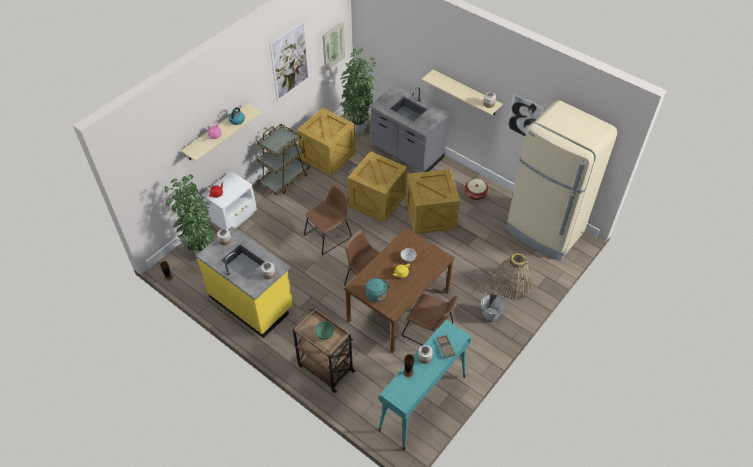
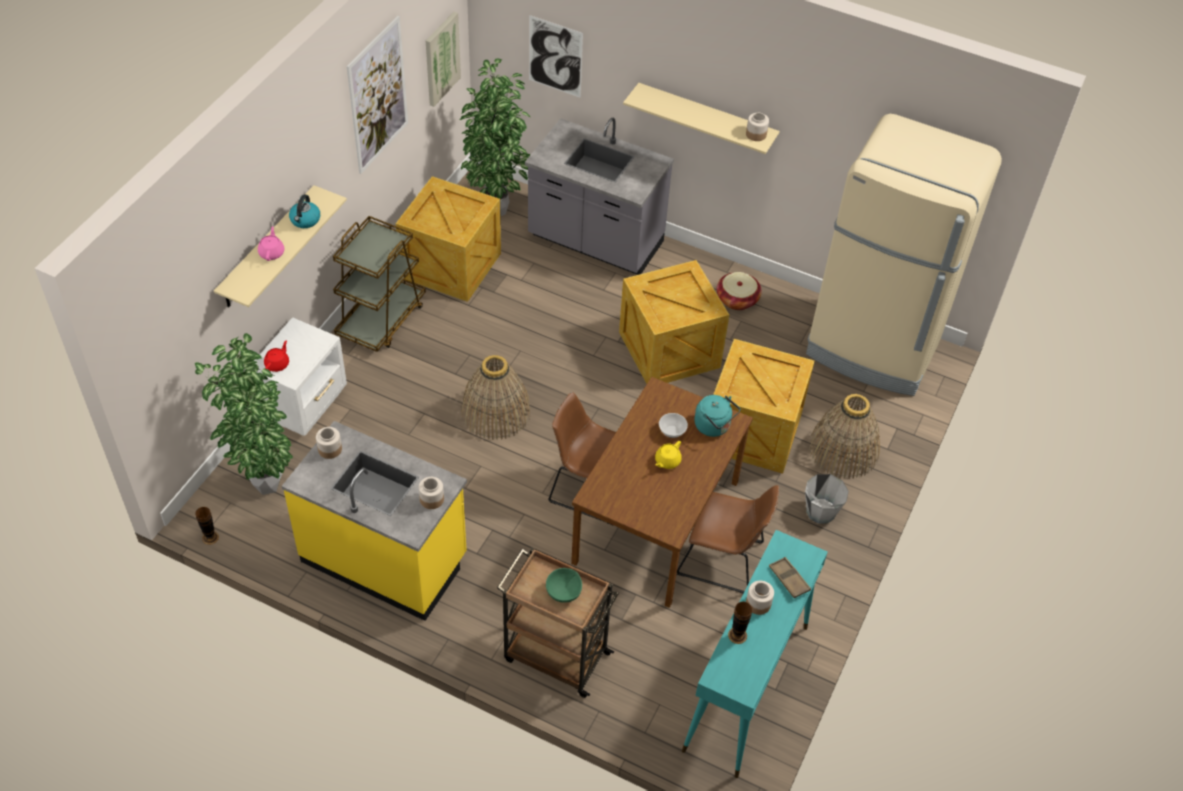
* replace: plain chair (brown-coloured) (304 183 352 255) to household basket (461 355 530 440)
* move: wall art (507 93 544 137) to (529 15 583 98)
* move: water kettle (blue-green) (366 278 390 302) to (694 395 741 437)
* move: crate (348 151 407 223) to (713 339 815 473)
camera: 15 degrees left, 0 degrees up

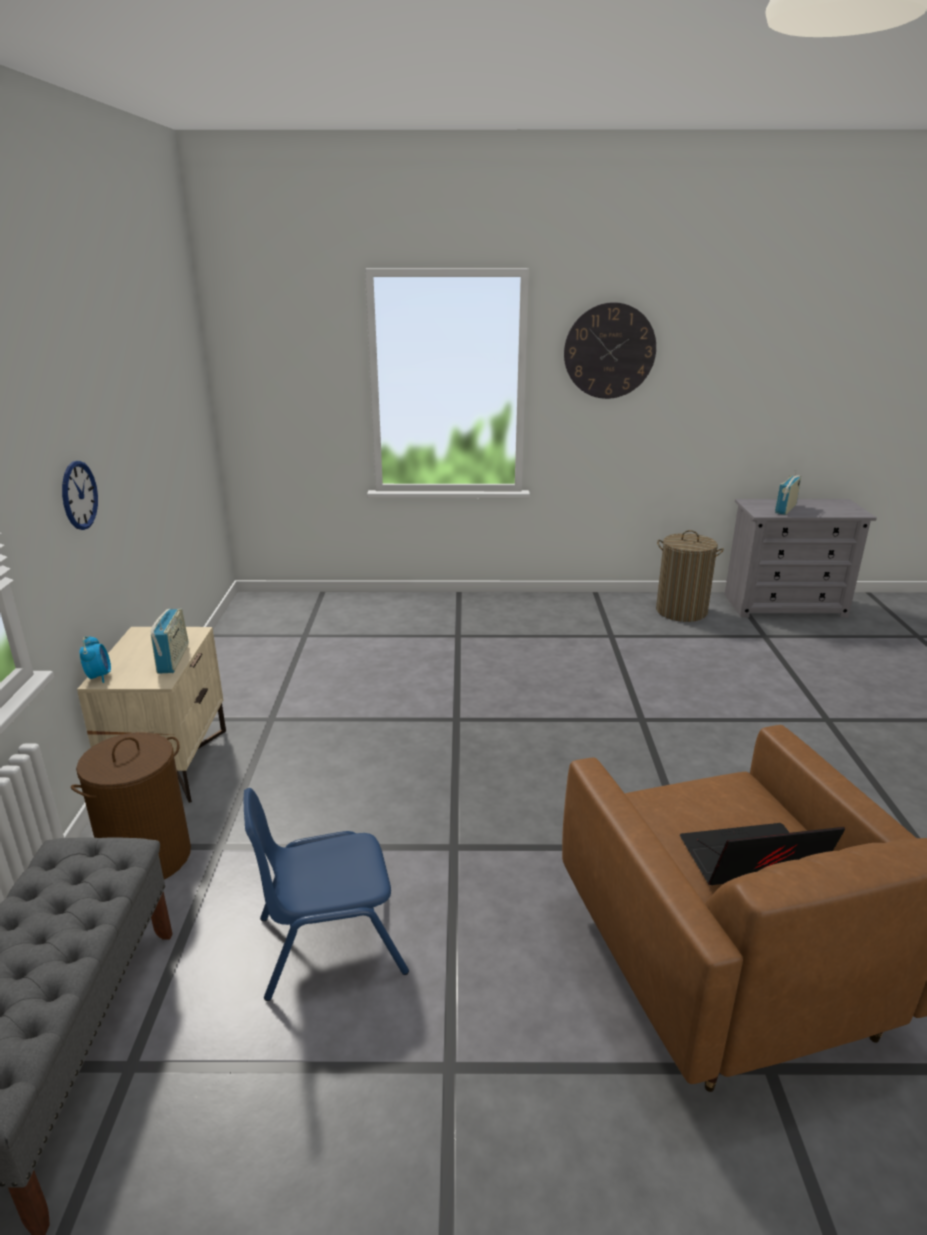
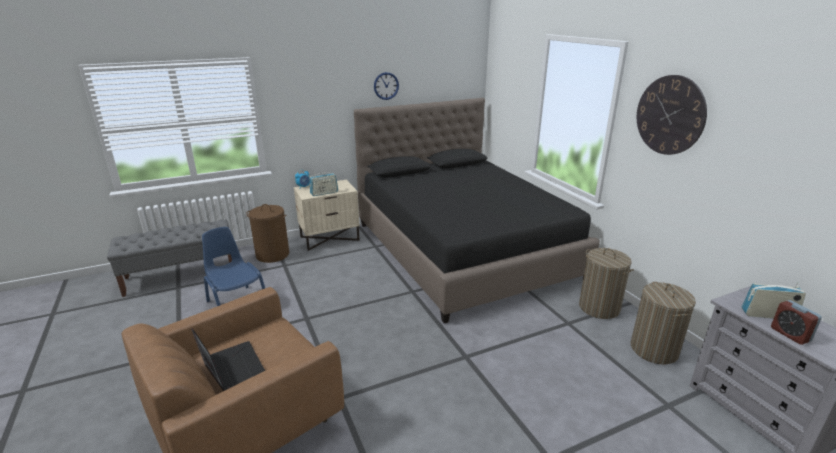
* insert: bedroom bed (blackish) (354 98 600 323)
* move: hanging clock (62 461 98 530) to (374 72 399 100)
* insert: laundry basket (579 248 634 319)
* insert: bedside clock (771 300 822 345)
camera: 65 degrees right, 0 degrees up

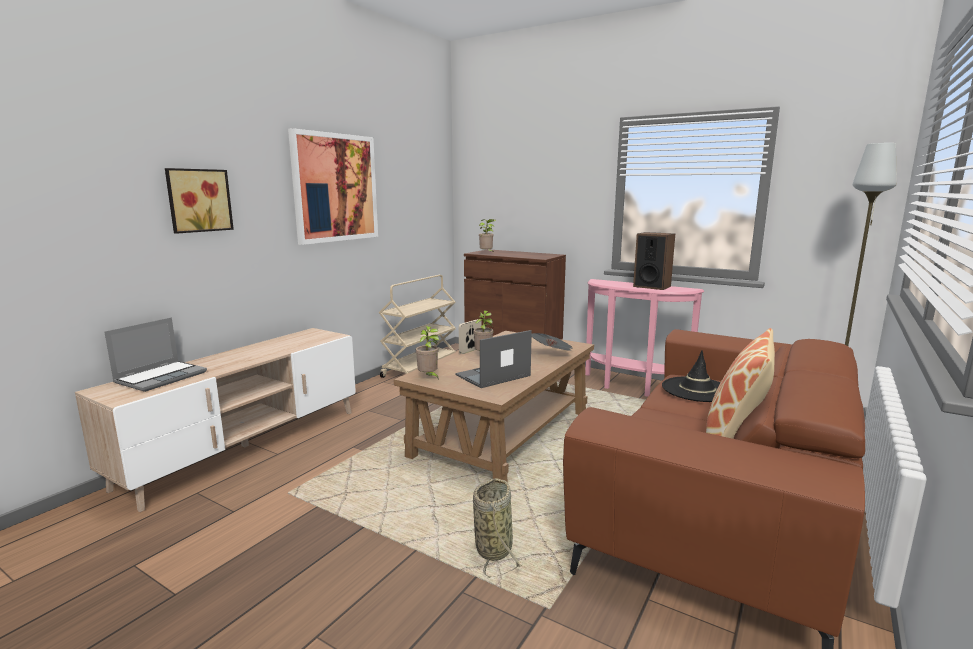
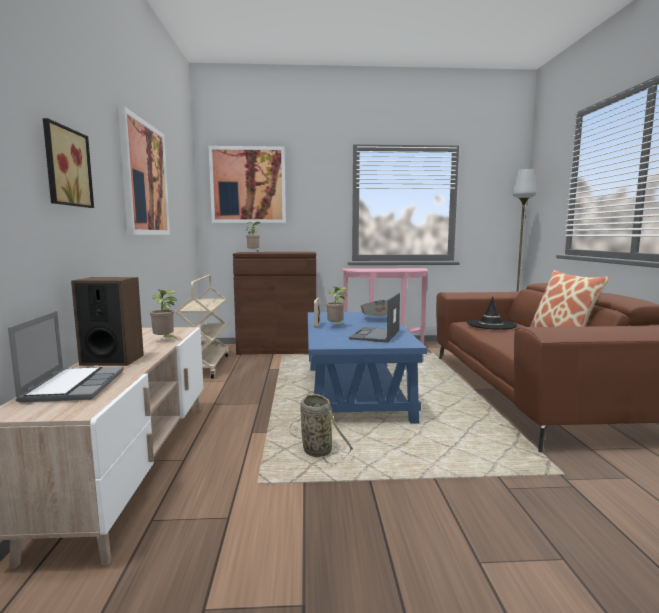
* move: speaker (633 232 675 290) to (71 277 144 366)
* move: plant in a pot (416 326 439 380) to (150 290 178 340)
* insert: wall art (209 146 286 223)
* move: household basket (473 478 522 578) to (289 394 353 464)
* recolor: lounge table (brown-coloured) (394 331 594 483) to lounge table (blue-coloured) (308 312 427 424)
camera: 35 degrees left, 5 degrees down

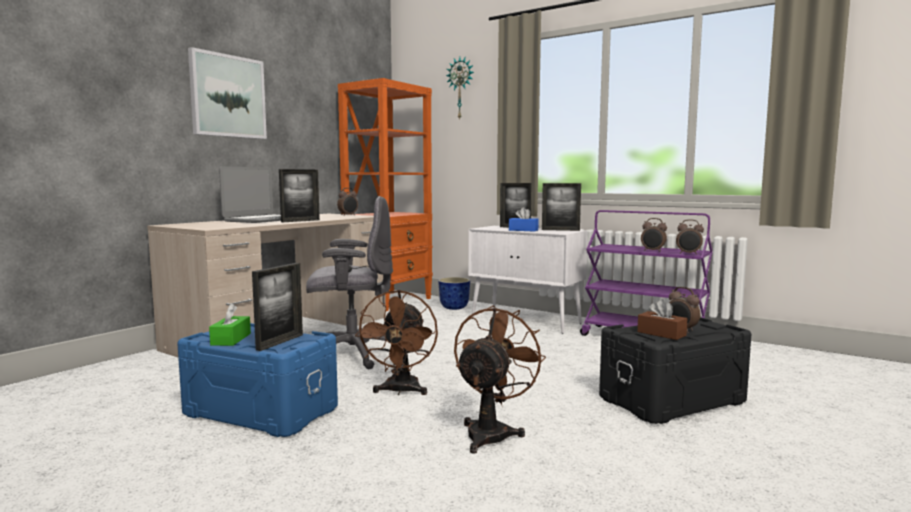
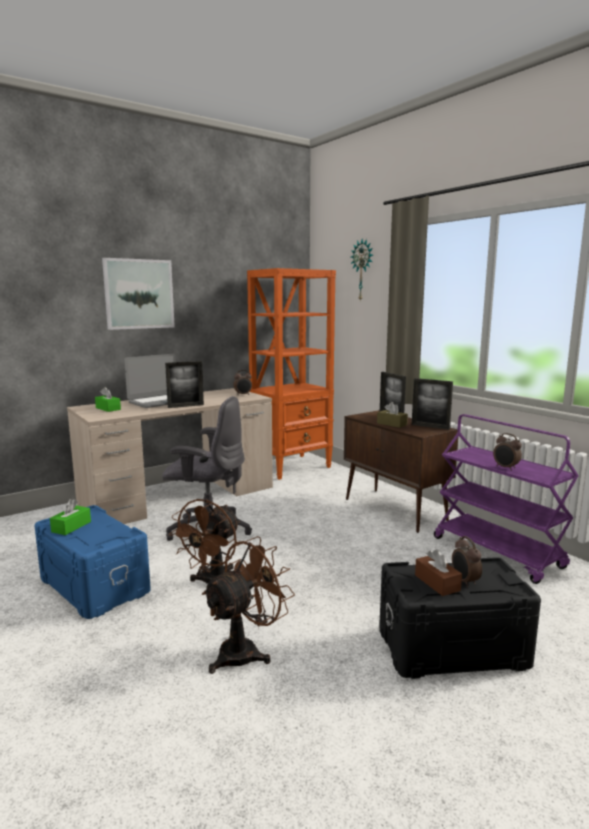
* insert: tissue box (greenish) (95 387 121 412)
* recolor: storage cabinet (white-coloured) (468 226 588 334) to storage cabinet (brown-coloured) (344 410 458 533)
* recolor: tissue box (blue-coloured) (509 207 539 232) to tissue box (brown-coloured) (377 402 408 428)
* delete: picture frame (252 263 303 351)
* delete: planter (438 277 470 310)
* delete: bedside clock (676 220 704 255)
camera: 20 degrees right, 5 degrees up

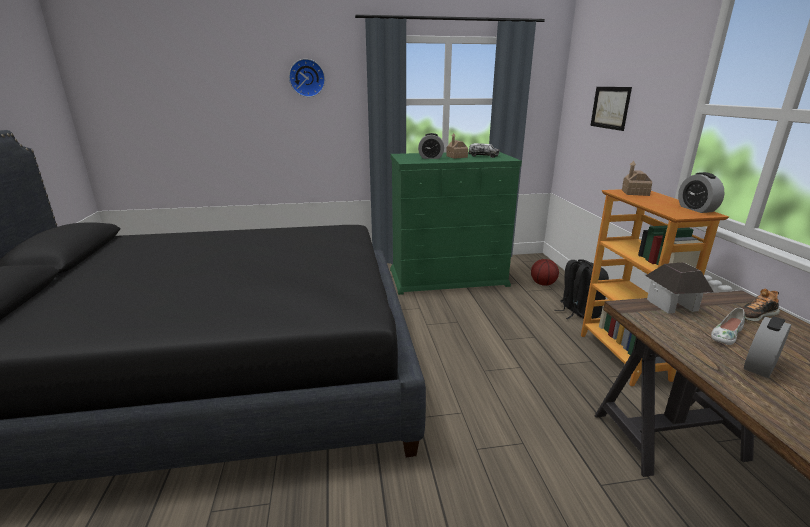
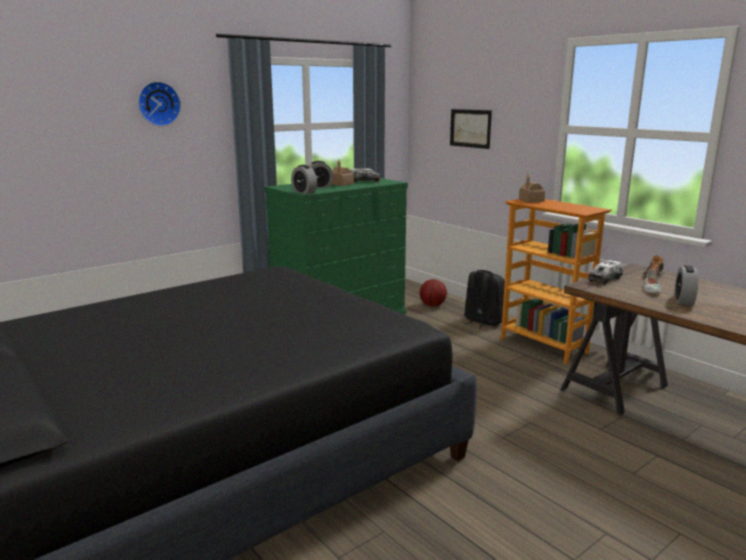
* move: bedside clock (678 172 725 213) to (291 165 317 194)
* replace: miniature house (645 262 714 314) to toy truck (588 260 623 285)
camera: 30 degrees left, 5 degrees down

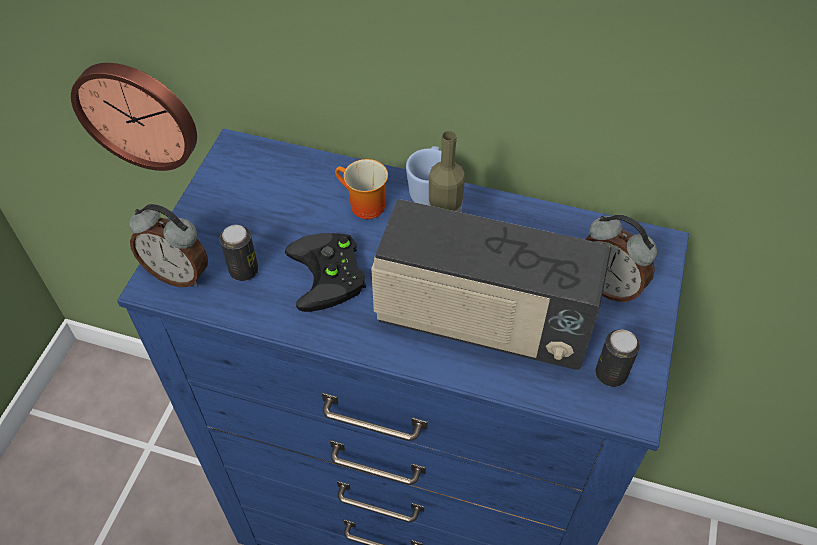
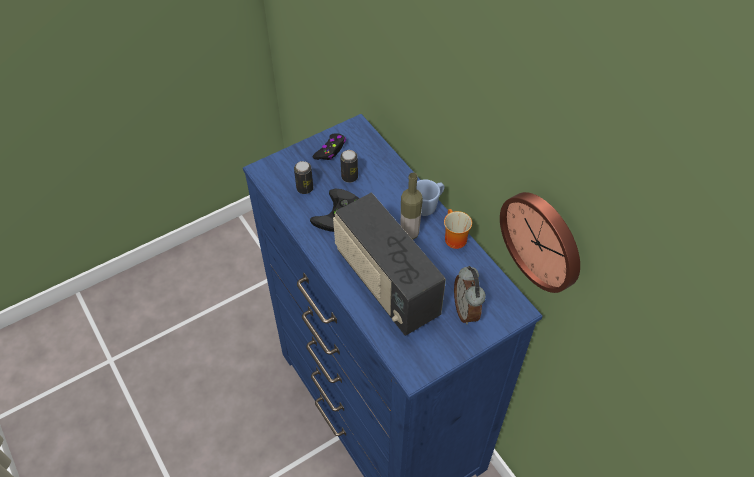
* insert: game controller (blackish) (313 133 346 160)
* move: sealed can (595 329 640 387) to (340 150 358 183)
* move: mug (335 159 388 219) to (444 209 472 249)
* move: hanging clock (71 63 197 171) to (500 192 580 293)
* delete: bedside clock (129 204 208 287)
camera: 40 degrees right, 0 degrees up

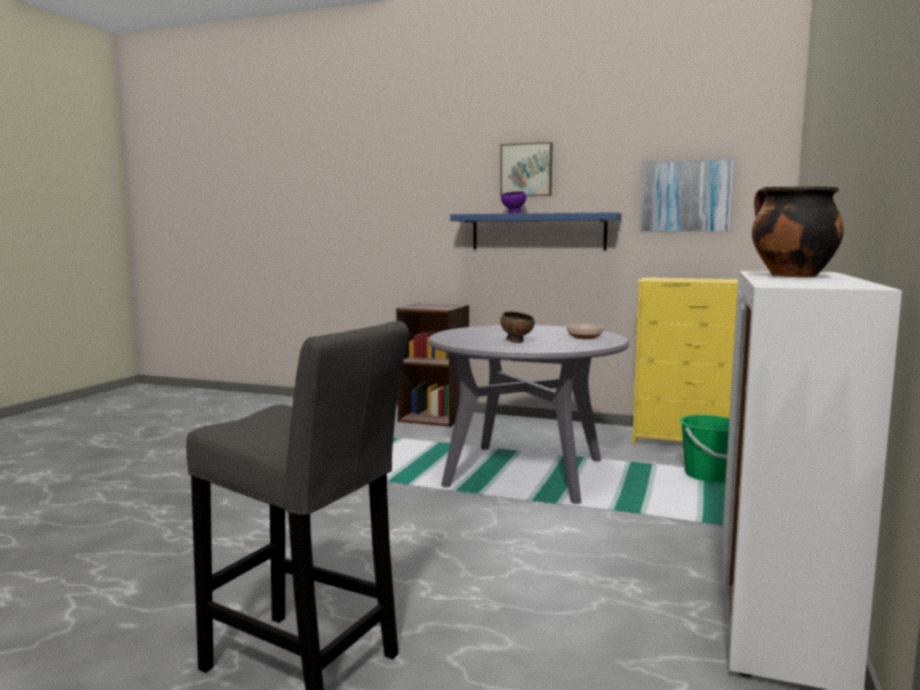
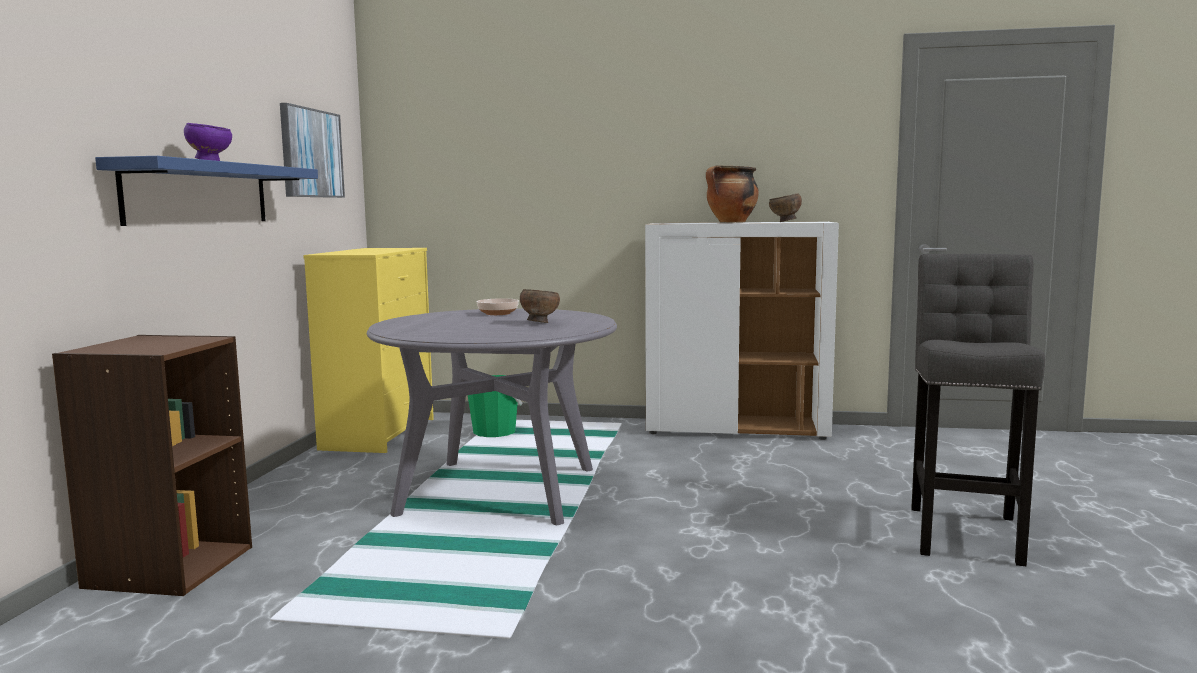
* insert: serving bowl (brown-coloured) (769 193 802 222)
* delete: wall art (500 142 553 197)
camera: 100 degrees left, 0 degrees up

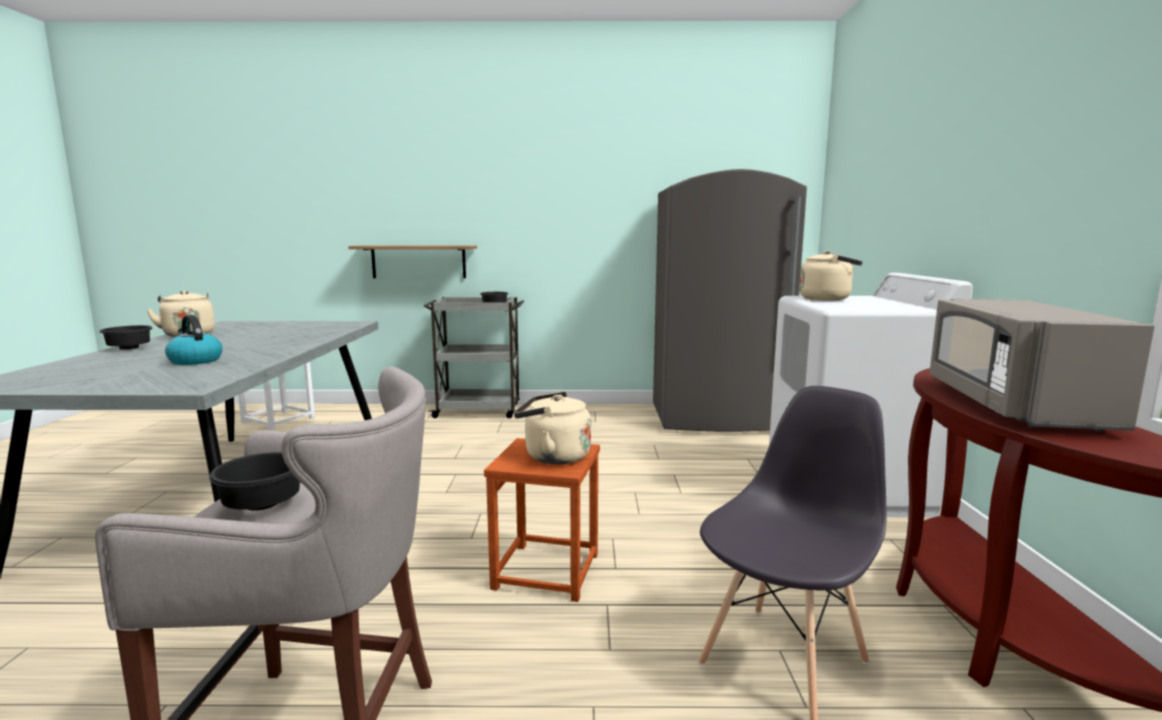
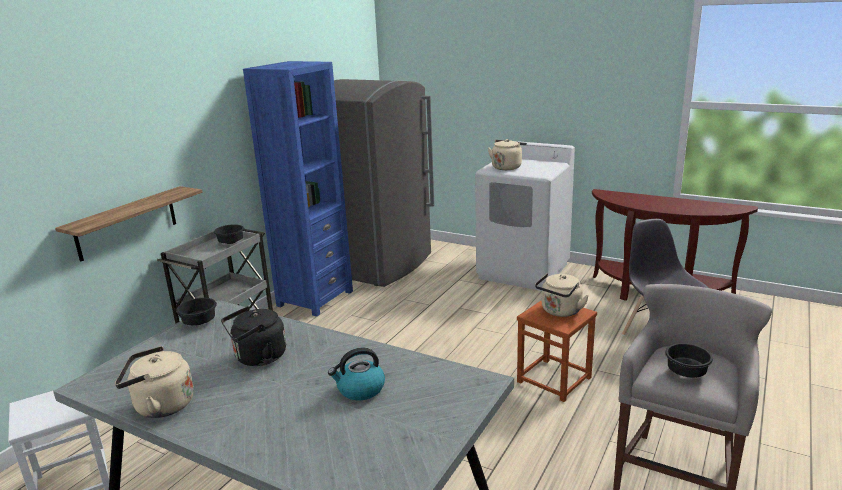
* move: serving bowl (blackish) (100 325 152 350) to (176 298 217 325)
* insert: water kettle (blackish) (221 306 286 366)
* insert: shelving unit (blue-coloured) (243 61 353 317)
* delete: kitchen microwave (gray) (930 299 1155 432)
camera: 60 degrees left, 10 degrees up

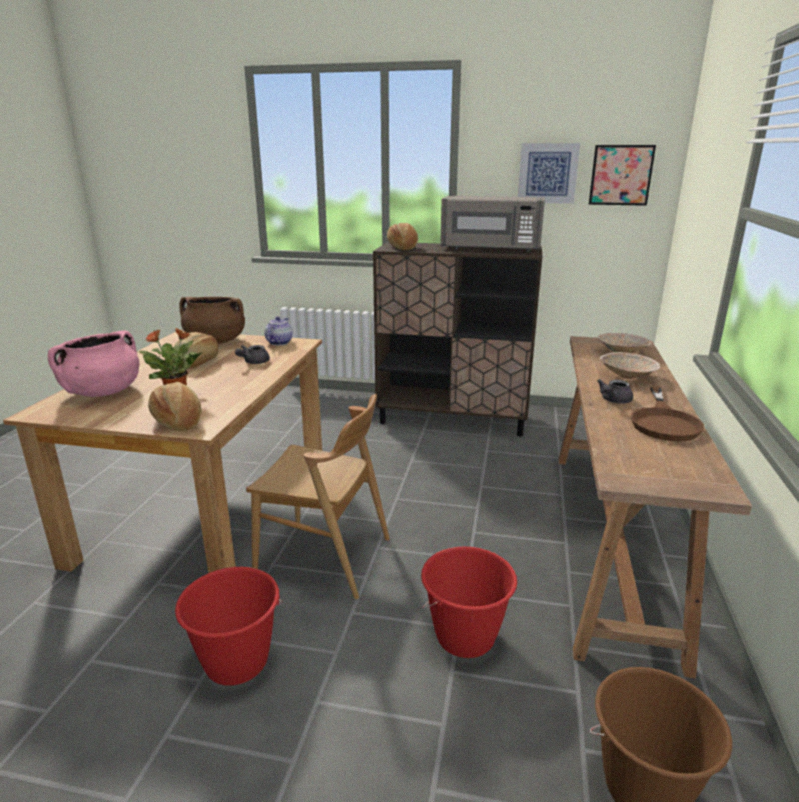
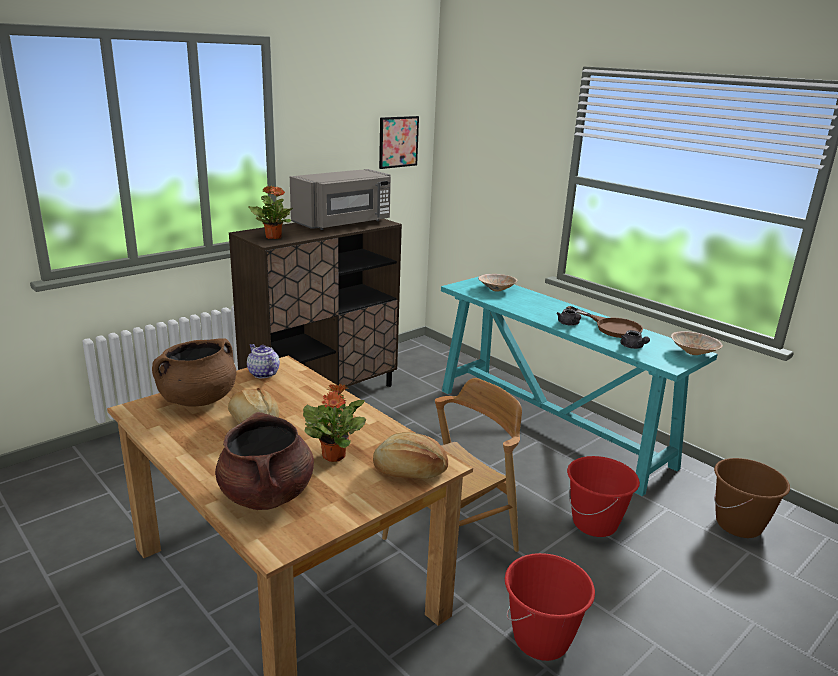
* recolor: cooking pot (pinkish) (48 331 139 397) to cooking pot (brown-coloured) (215 412 314 510)
* replace: baked bread (387 223 418 250) to plant in a pot (248 185 293 239)
* recolor: hall table (brown-coloured) (558 336 752 678) to hall table (blue-green) (441 277 718 496)
* move: pot for tea (gray) (235 345 270 364) to (620 330 650 349)
* move: serving bowl (sand-coloured) (600 352 661 379) to (671 331 723 355)
* delete: wall art (518 143 580 204)
camera: 55 degrees left, 0 degrees up

